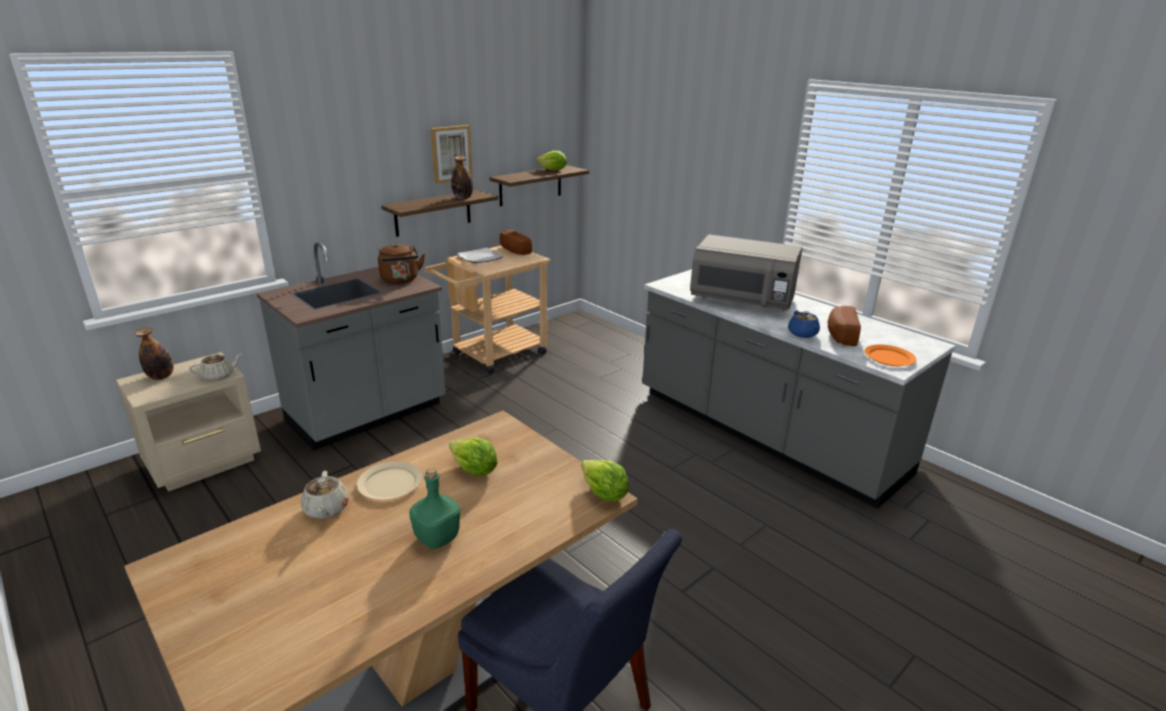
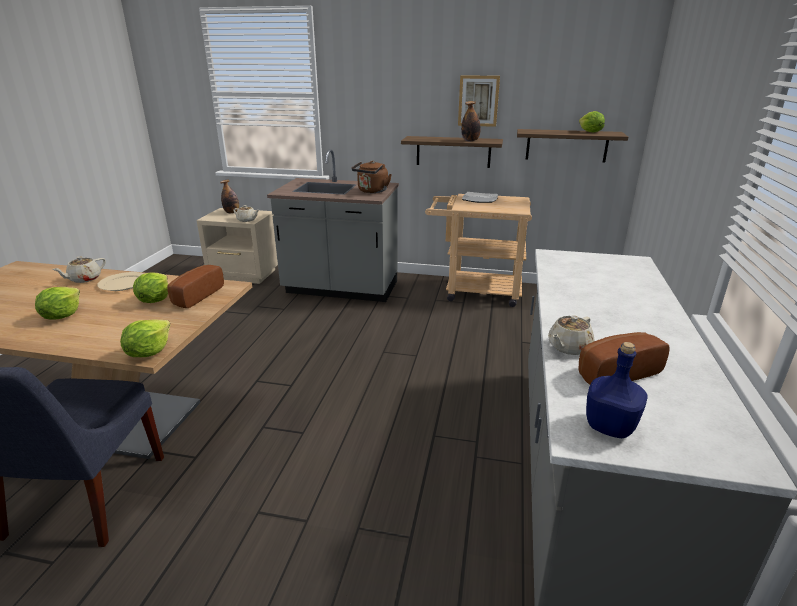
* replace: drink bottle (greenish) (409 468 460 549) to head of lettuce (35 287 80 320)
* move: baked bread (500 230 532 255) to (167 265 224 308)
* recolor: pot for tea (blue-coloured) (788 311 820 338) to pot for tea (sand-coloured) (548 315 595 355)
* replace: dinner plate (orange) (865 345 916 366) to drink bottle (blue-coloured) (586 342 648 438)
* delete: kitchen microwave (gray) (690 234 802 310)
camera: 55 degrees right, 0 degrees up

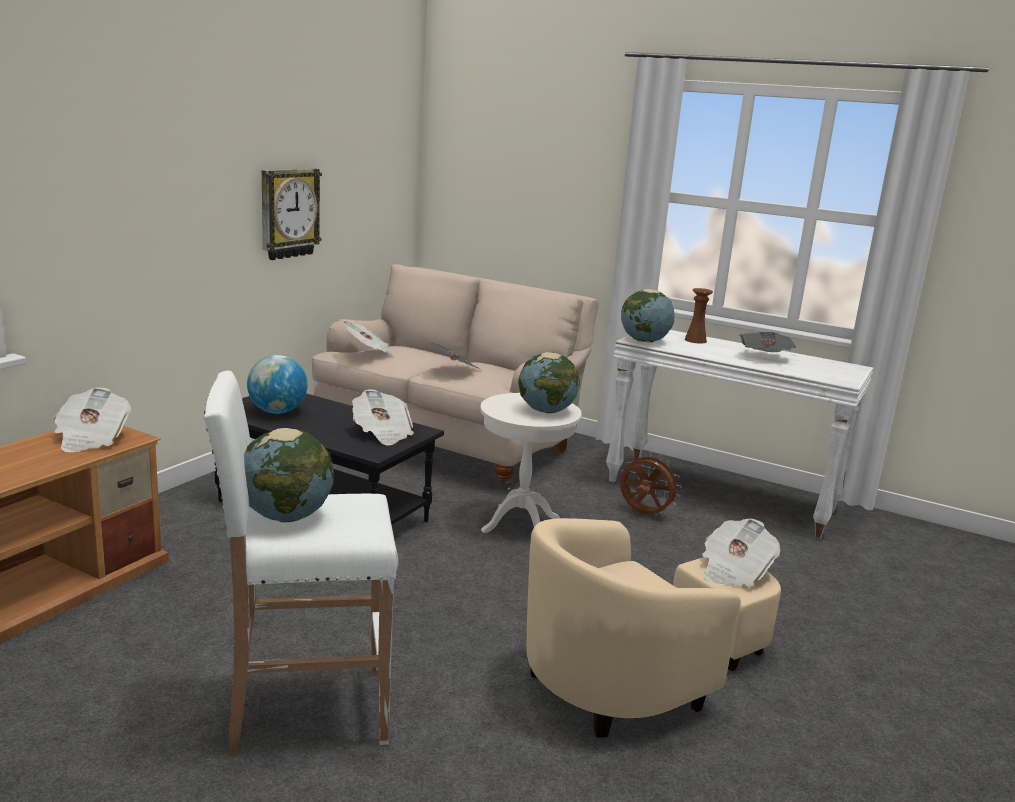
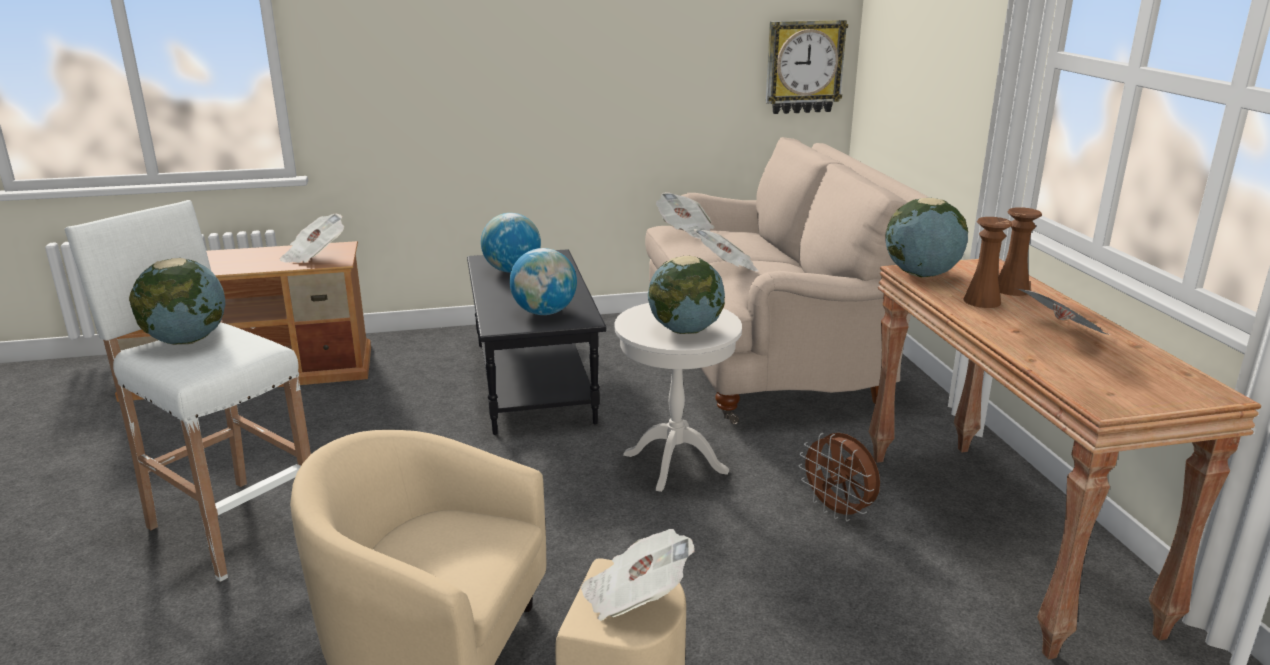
* replace: newspaper (352 389 414 446) to desk globe (510 248 577 315)
* move: hanging clock (262 169 322 260) to (766 20 848 114)
* rotate: electric fan (brown-coloured) (620 453 682 514) = (799 433 880 521) 150 degrees clockwise
* recolor: hall table (white-coloured) (606 330 874 539) to hall table (brown-coloured) (869 259 1261 659)
* insert: decorative vase (brown-coloured) (964 217 1012 308)
camera: 50 degrees right, 5 degrees up

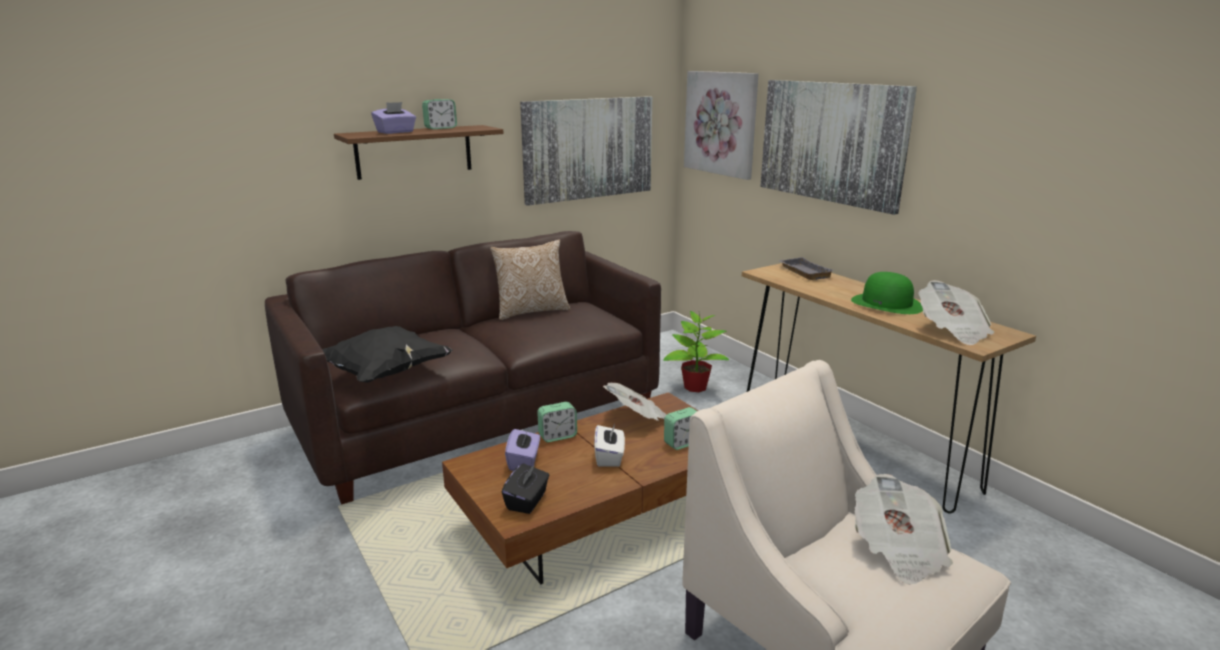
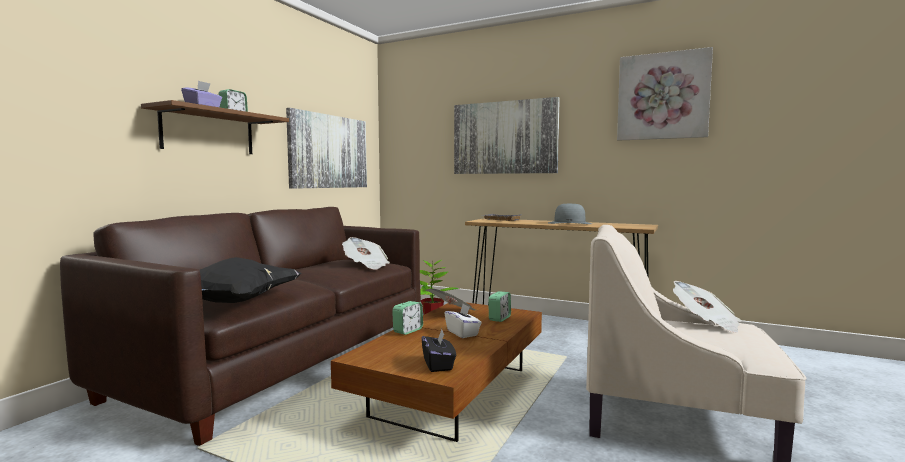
* move: newspaper (918 280 994 345) to (342 237 390 270)
* recolor: clothing hat (greenish) (851 272 923 314) to clothing hat (gray) (548 204 592 224)
* move: wall art (684 71 759 180) to (617 47 713 141)
* delete: pillow (490 239 571 320)
* delete: tissue box (purple-coloured) (505 426 540 471)
camera: 30 degrees left, 15 degrees down

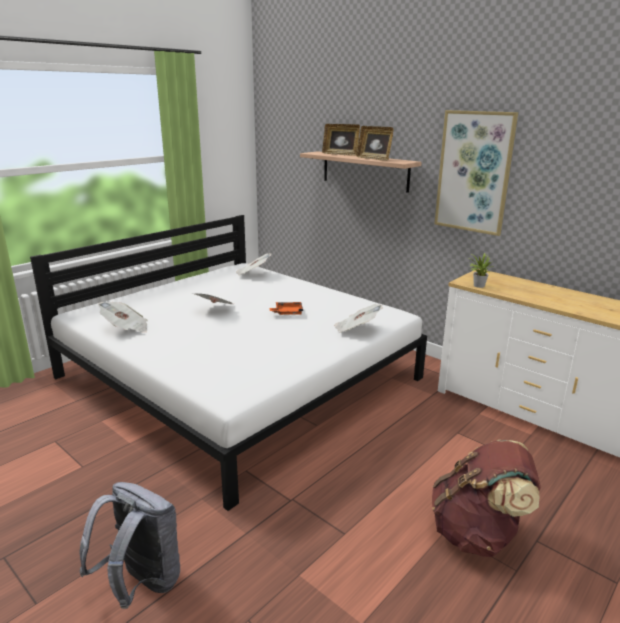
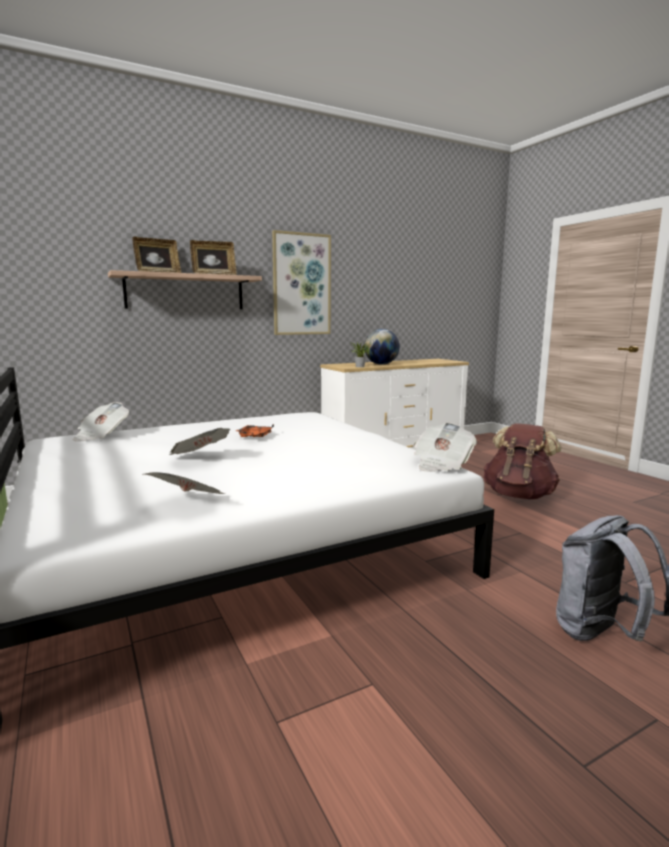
* insert: desk globe (364 329 400 365)
* move: newspaper (334 304 383 333) to (414 422 477 472)
camera: 70 degrees left, 10 degrees down

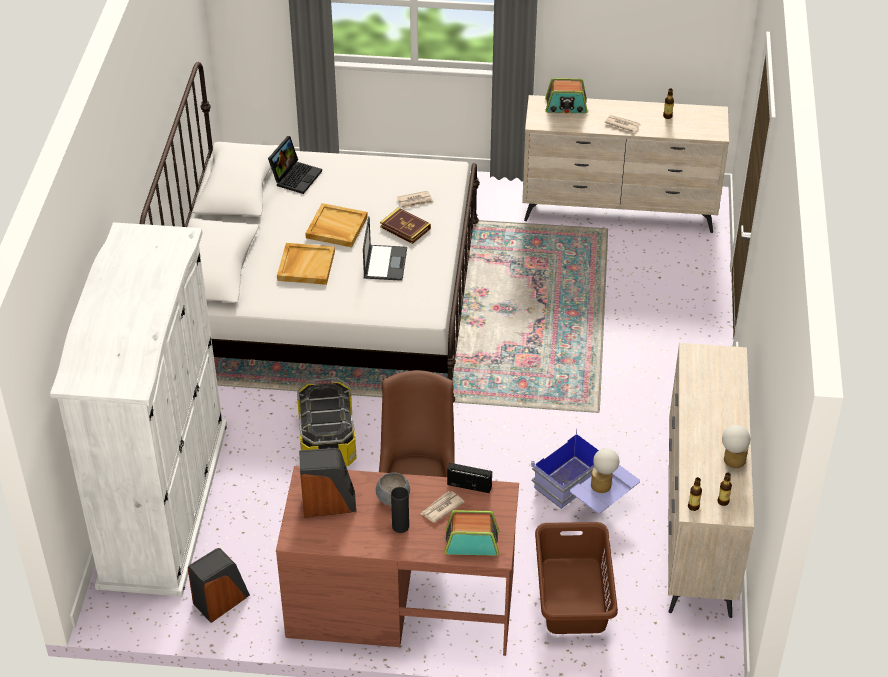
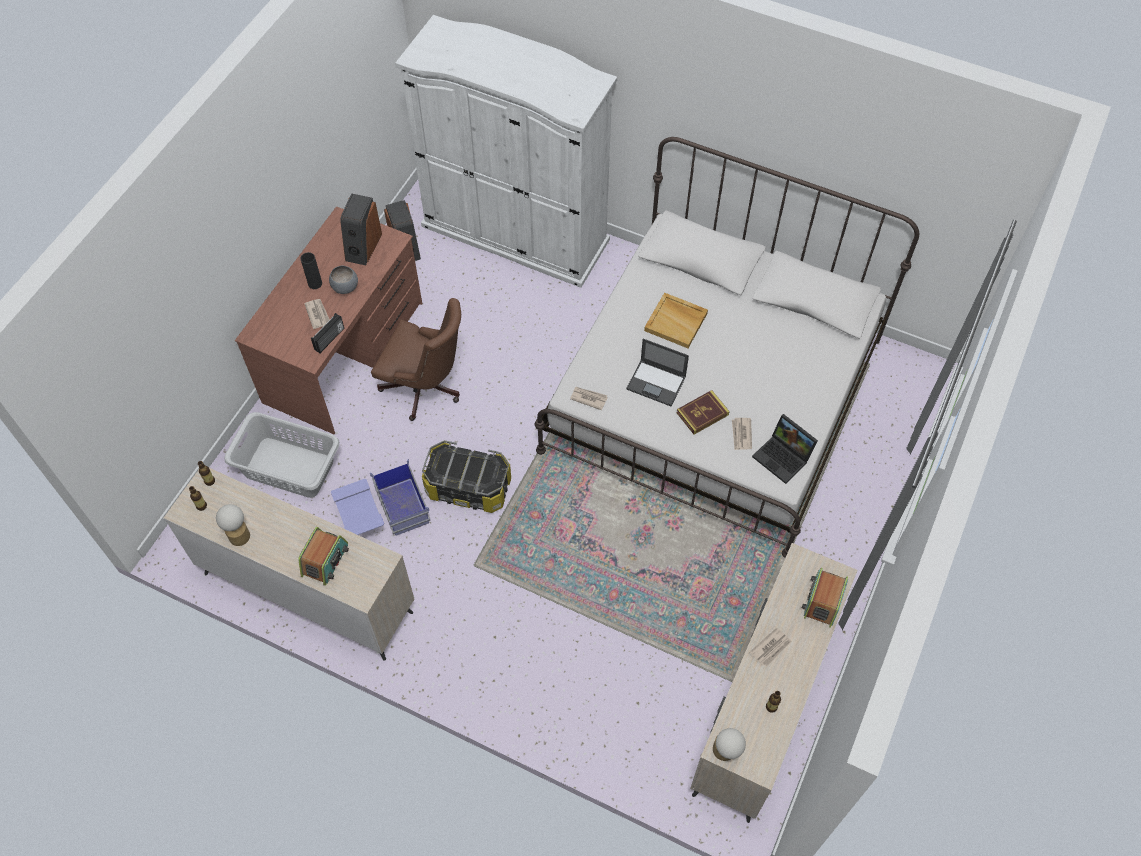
* recolor: laundry basket (brown-coloured) (535 522 618 634) to laundry basket (gray) (225 412 340 498)
* move: radio receiver (444 510 499 556) to (298 527 349 586)
* move: storage bin (297 377 356 466) to (422 440 511 513)
* insert: newspaper (570 387 608 410)
* move: lamp for a table (591 448 619 493) to (713 728 746 761)
* move: notebook computer (268 136 322 194) to (752 414 818 484)
* delete: serving tray (sand-coloured) (305 203 368 247)
camera: 110 degrees right, 15 degrees up

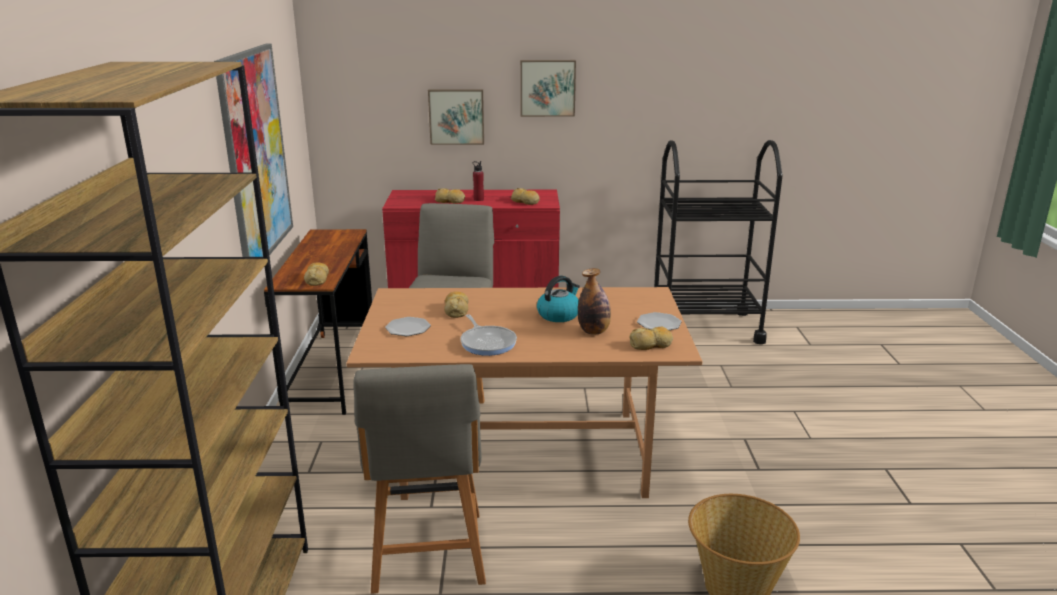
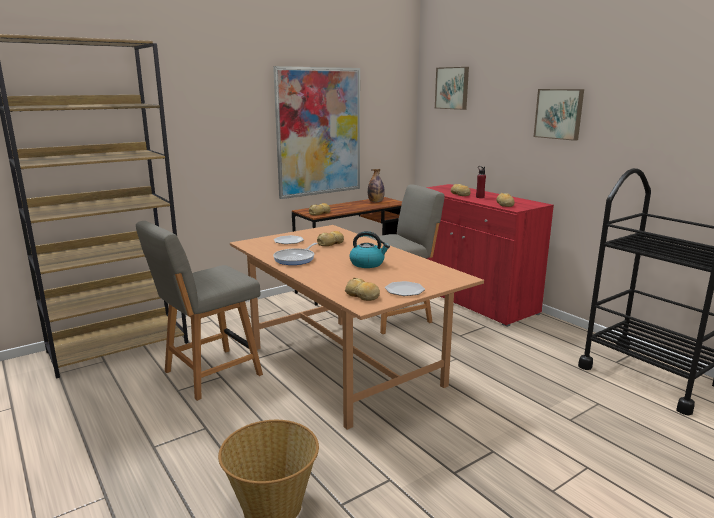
* move: drink bottle (578 268 611 335) to (368 169 385 202)
* move: wall art (428 89 484 145) to (435 67 469 110)
camera: 55 degrees right, 5 degrees down

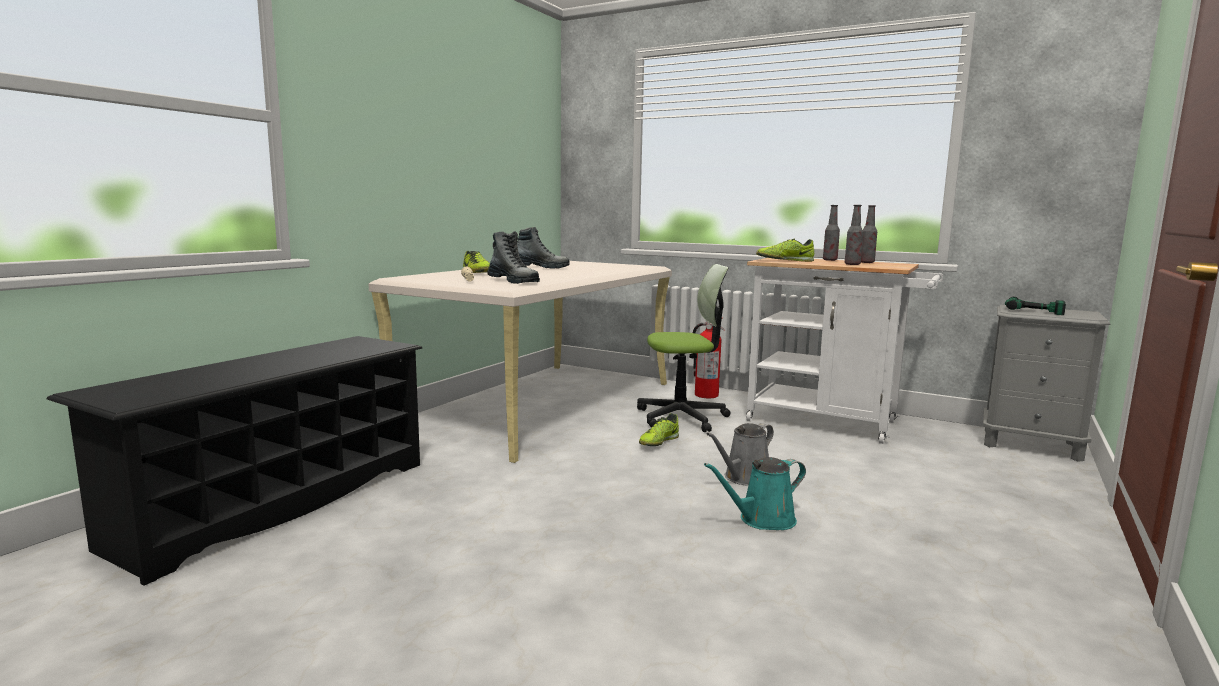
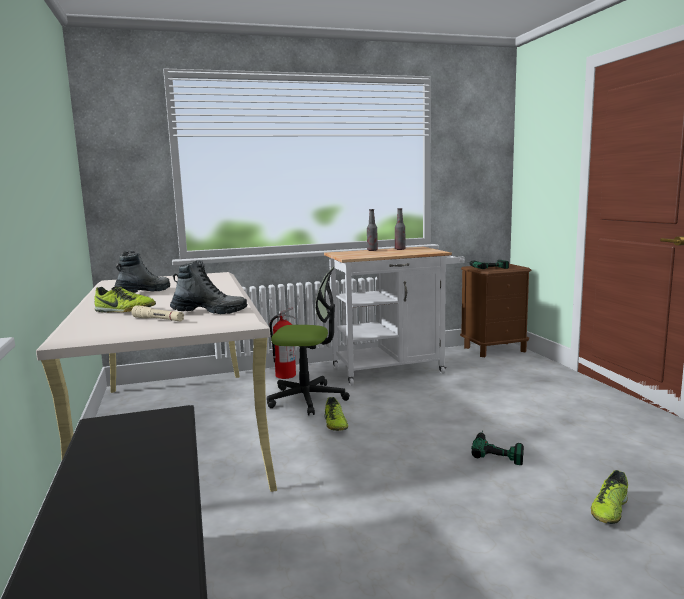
* rotate: computer chair (637 264 730 432) = (267 267 350 415) 60 degrees clockwise
* recolor: night table (gray) (983 305 1110 462) to night table (brown-coloured) (460 264 531 357)
* replace: watering can (blue-green) (704 457 806 530) to drill (471 430 524 465)
* move: shoe (756 239 814 262) to (591 470 628 524)
* delete: watering can (gray) (707 423 774 486)
* delete: drink bottle (845 205 863 265)
camera: 45 degrees left, 0 degrees up

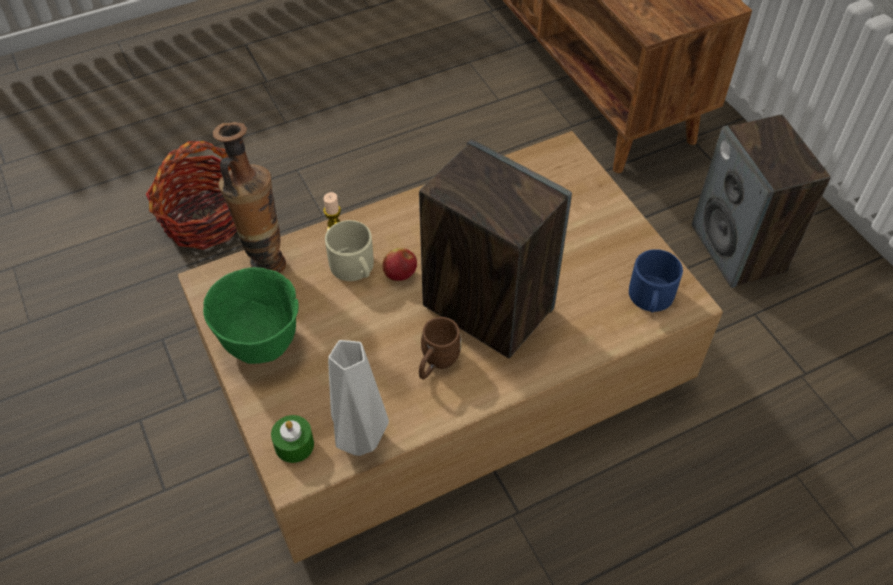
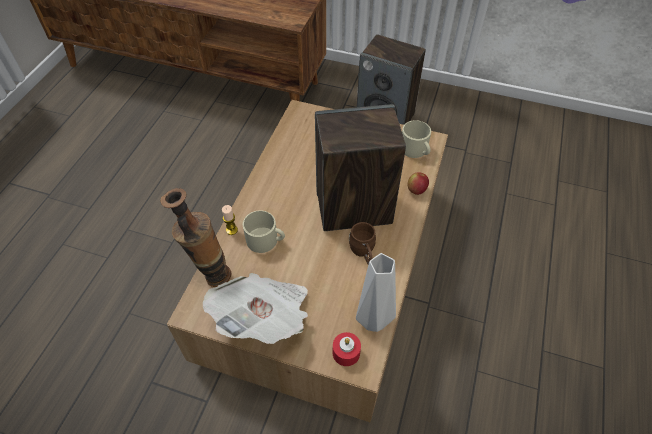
* replace: serving bowl (greenish) (203 267 299 364) to newspaper (203 273 308 344)
* recolor: wax candle (greenish) (271 415 314 463) to wax candle (red-coloured) (333 332 361 366)
* recolor: mug (blue-coloured) (629 249 683 312) to mug (sand-coloured) (402 120 431 158)
* move: whole apple (383 248 417 281) to (408 172 429 195)
* delete: household basket (146 141 237 250)
camera: 45 degrees left, 0 degrees up

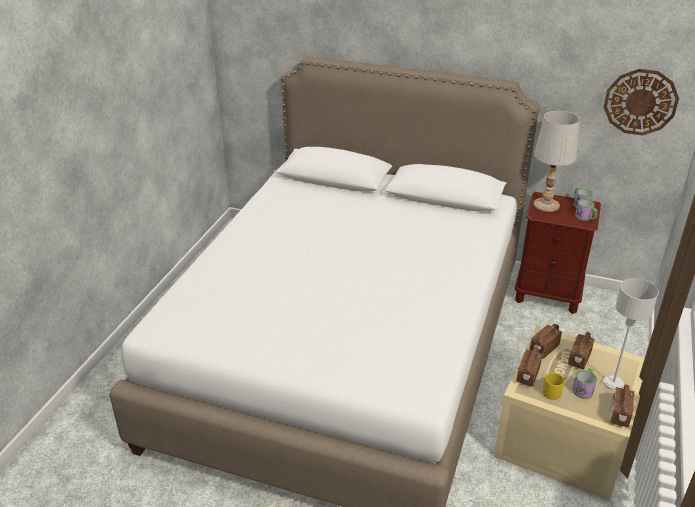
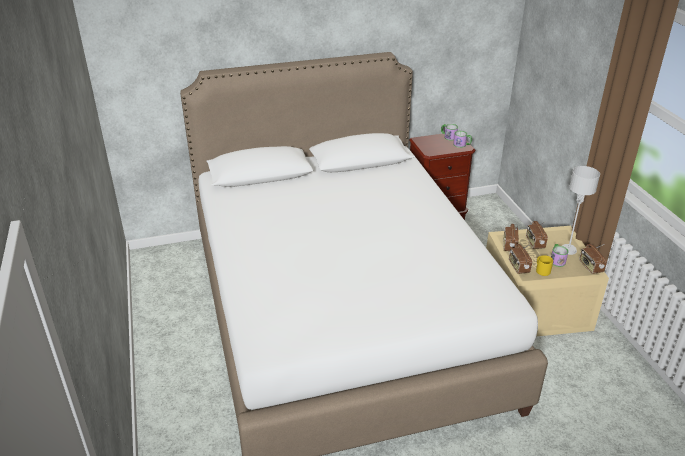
* delete: lamp for a table (white-coloured) (533 111 580 212)
* delete: hanging clock (604 69 679 135)
camera: 35 degrees left, 0 degrees up

